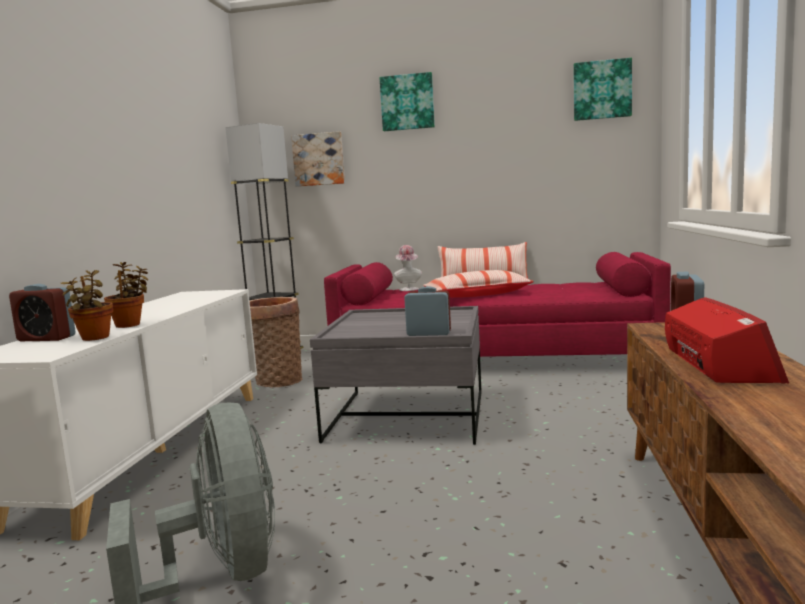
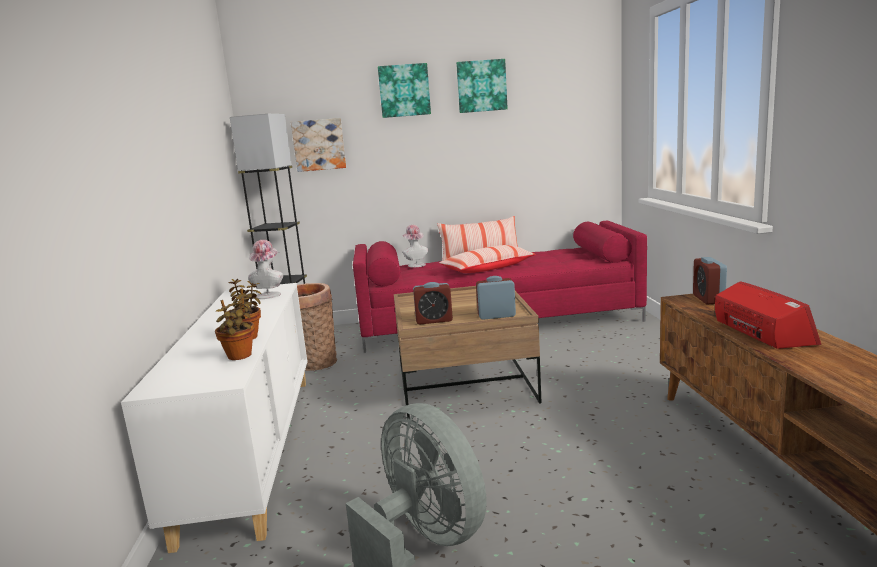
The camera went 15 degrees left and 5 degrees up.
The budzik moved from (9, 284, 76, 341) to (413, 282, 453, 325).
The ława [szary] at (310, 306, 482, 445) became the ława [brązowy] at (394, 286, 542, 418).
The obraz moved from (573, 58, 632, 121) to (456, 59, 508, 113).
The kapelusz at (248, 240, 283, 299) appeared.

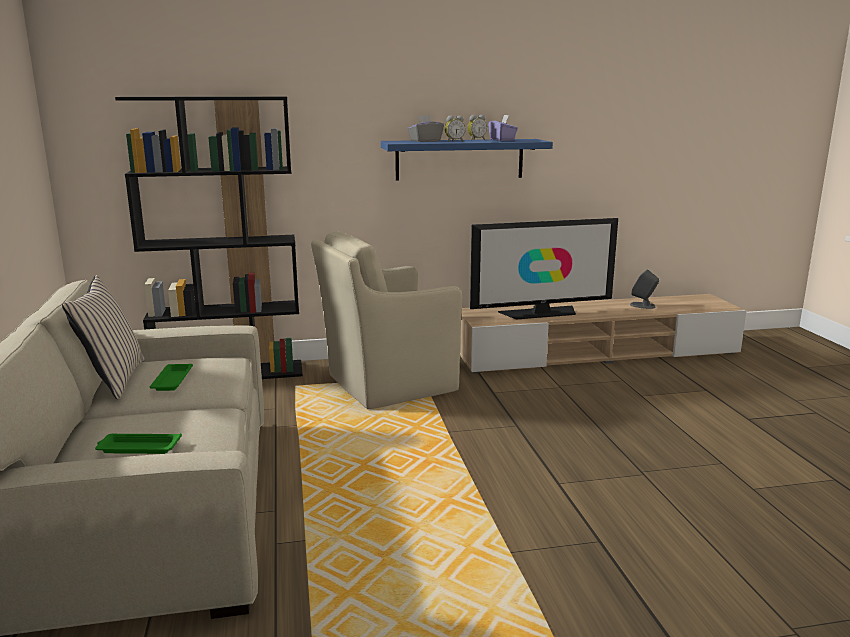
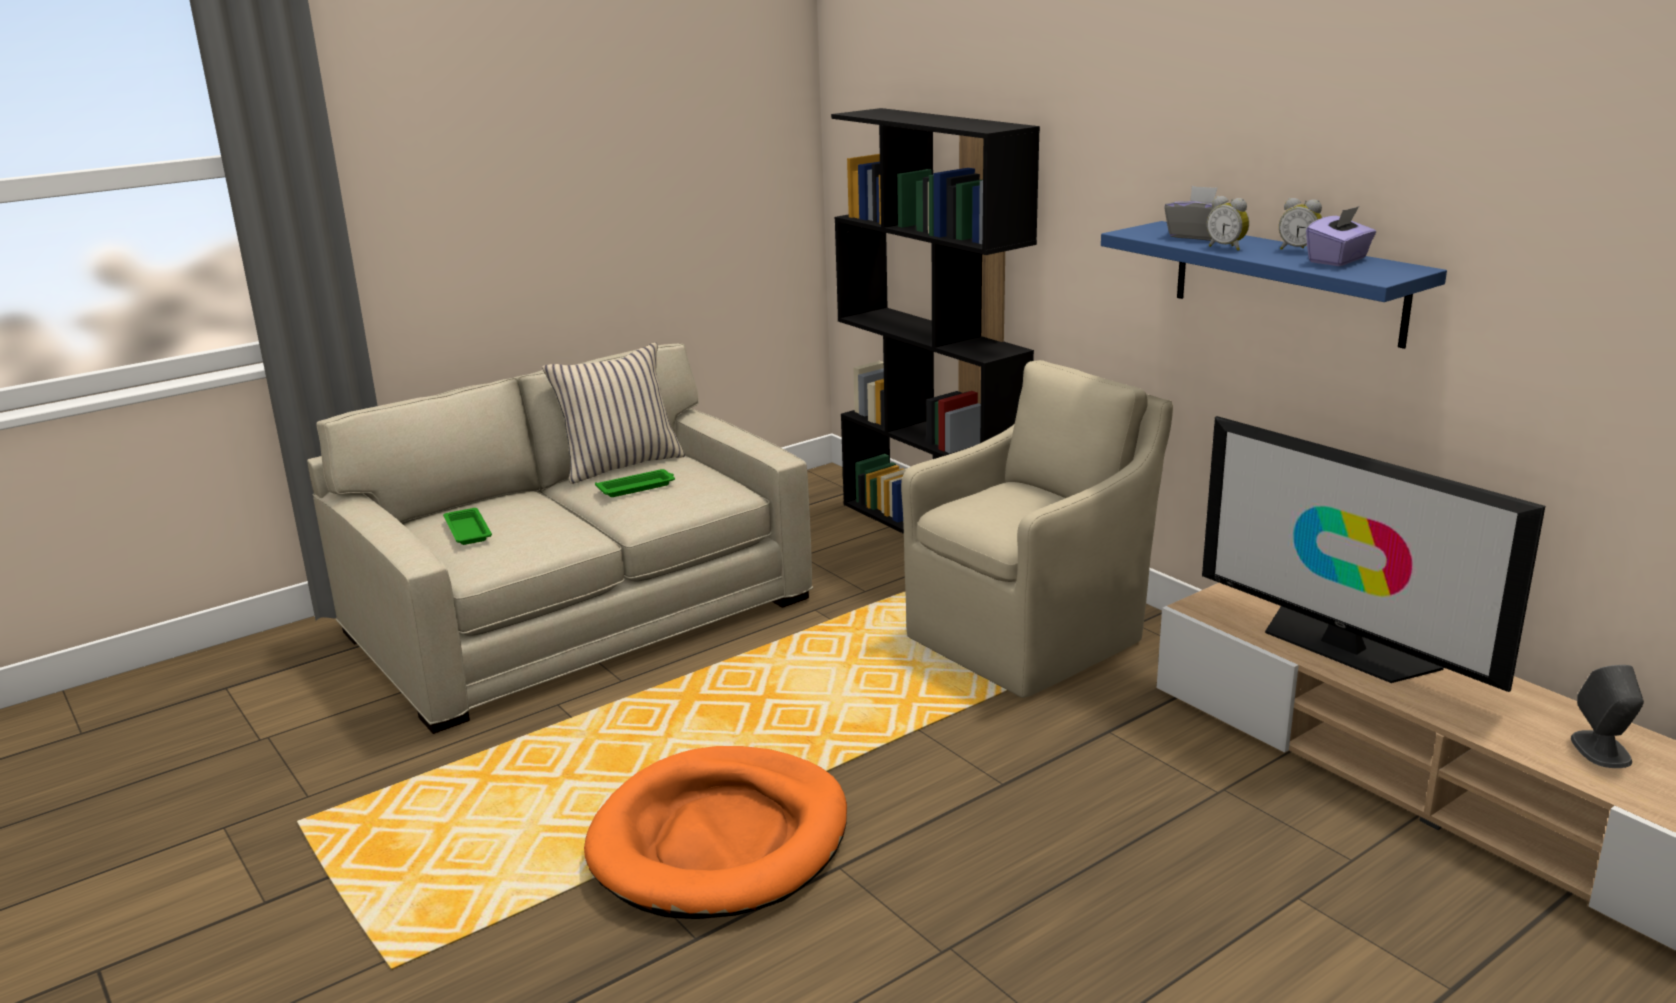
The camera went 65 degrees right and 5 degrees up.
The fotel [beżowy] at (311, 231, 462, 409) turned 105 degrees clockwise.
The legowisko [pomarańczowy] at (584, 746, 847, 919) appeared.

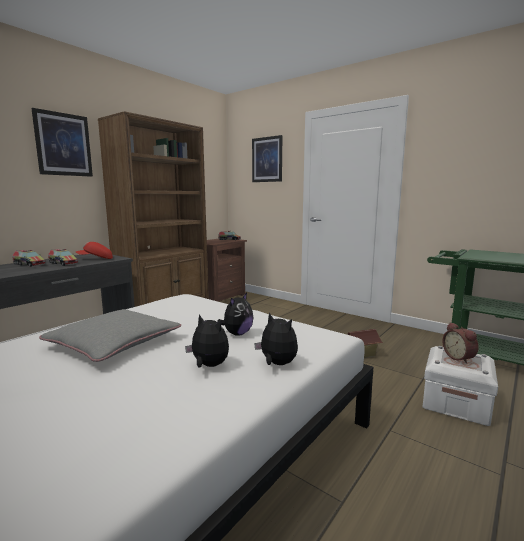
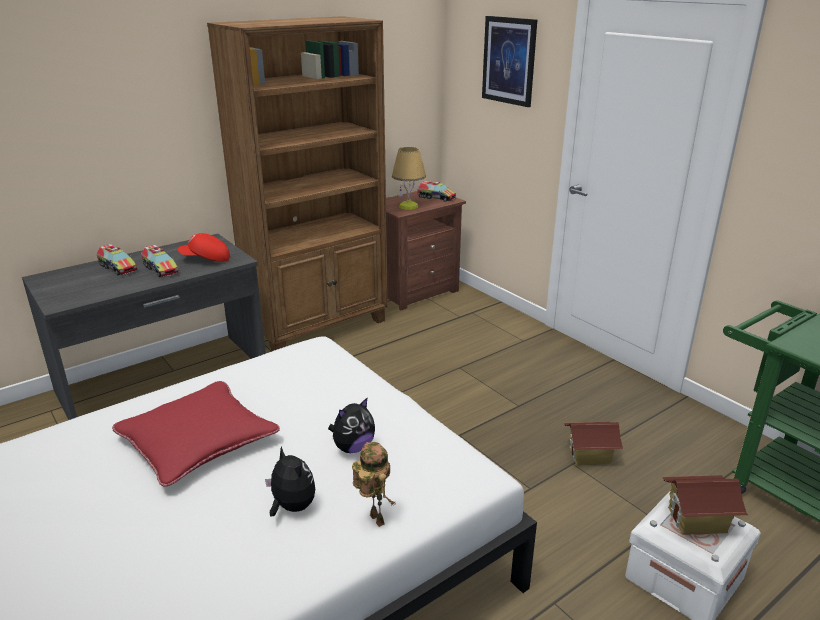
The camera went 15 degrees right and 15 degrees up.
The obraz at (31, 108, 93, 177) disappeared.
The poduszka [szary] at (39, 309, 181, 362) became the poduszka [czerwony] at (112, 381, 280, 487).
The pluszak at (254, 312, 298, 365) was replaced by the robot zabawkowy at (352, 442, 396, 527).
The budzik at (442, 322, 479, 364) was replaced by the domek at (662, 475, 748, 535).
The lampa stołowa at (392, 147, 426, 210) appeared.

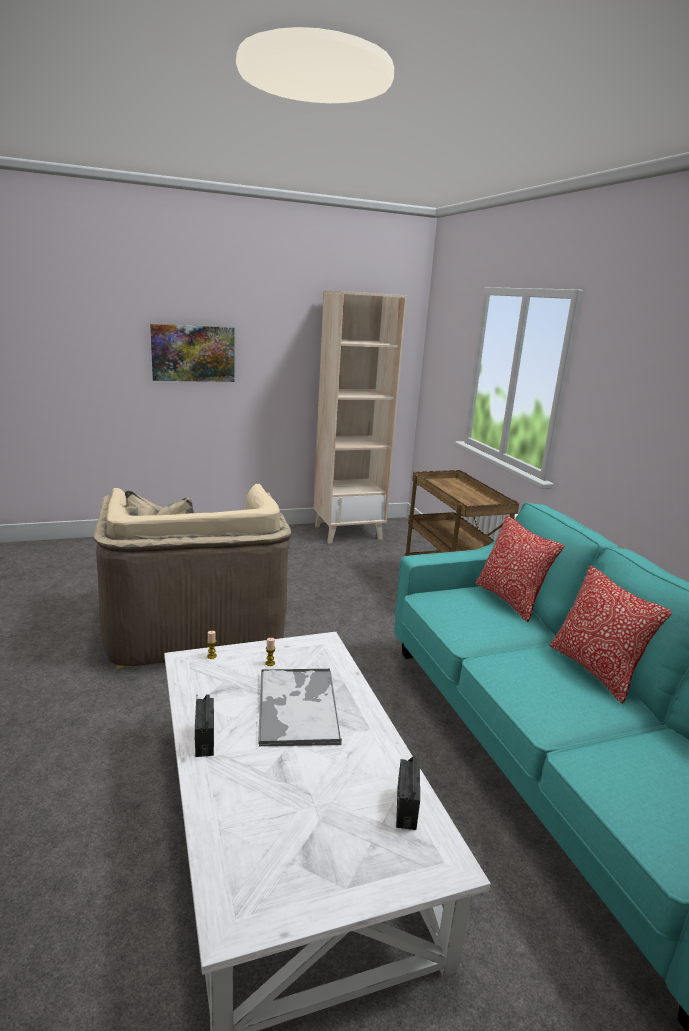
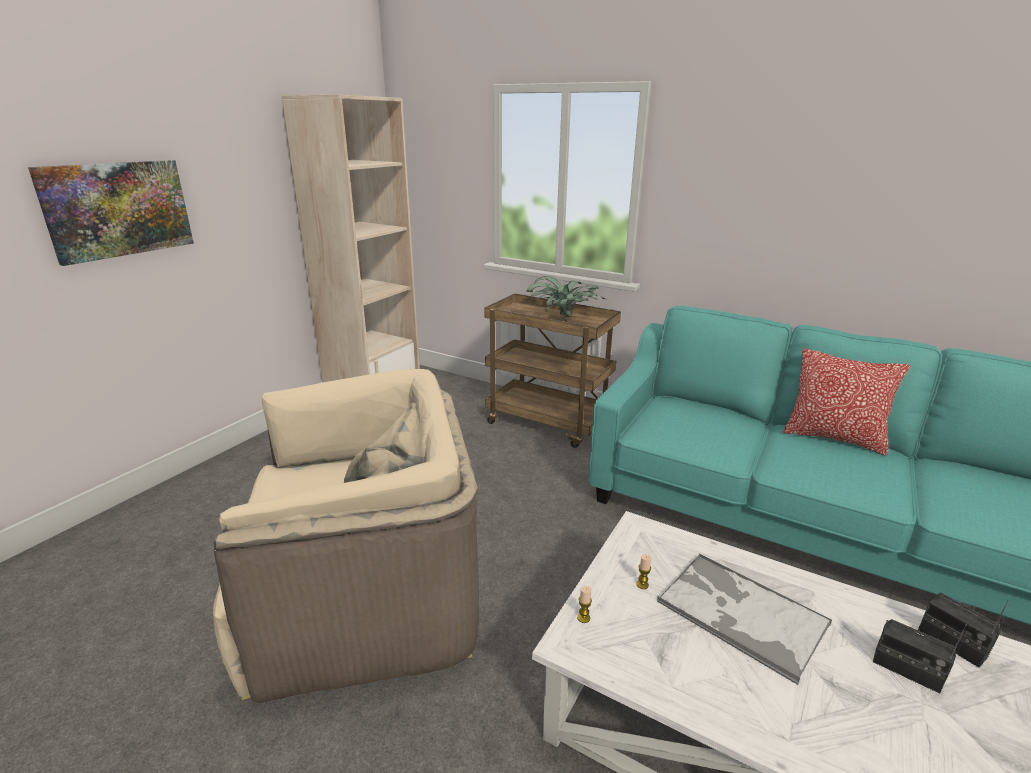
The camera went 40 degrees left and 5 degrees up.
The fotel [beżowy] at (94, 484, 291, 669) turned 45 degrees counterclockwise.
The radio moved from (194, 694, 214, 757) to (873, 619, 967, 694).
The poduszka at (475, 515, 564, 622) disappeared.
The roślina doniczkowa at (526, 276, 605, 321) appeared.

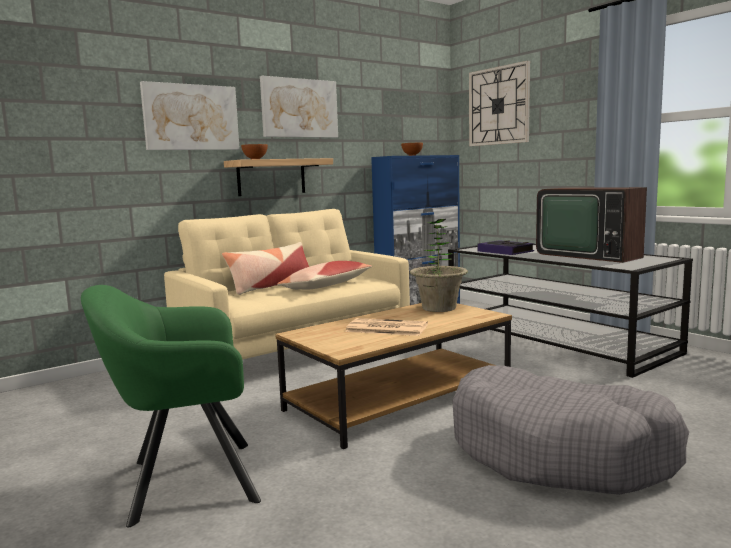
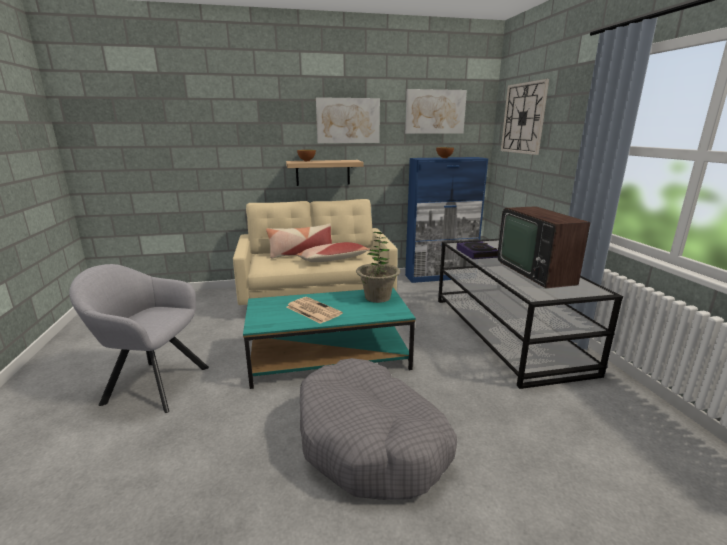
The camera went 25 degrees right and 10 degrees up.
The fotel [zielony] at (81, 285, 261, 527) became the fotel [szary] at (69, 264, 209, 413).
The obraz moved from (140, 81, 240, 150) to (405, 89, 467, 134).
The ława [brązowy] at (275, 303, 512, 449) became the ława [turkusowy] at (243, 288, 416, 389).

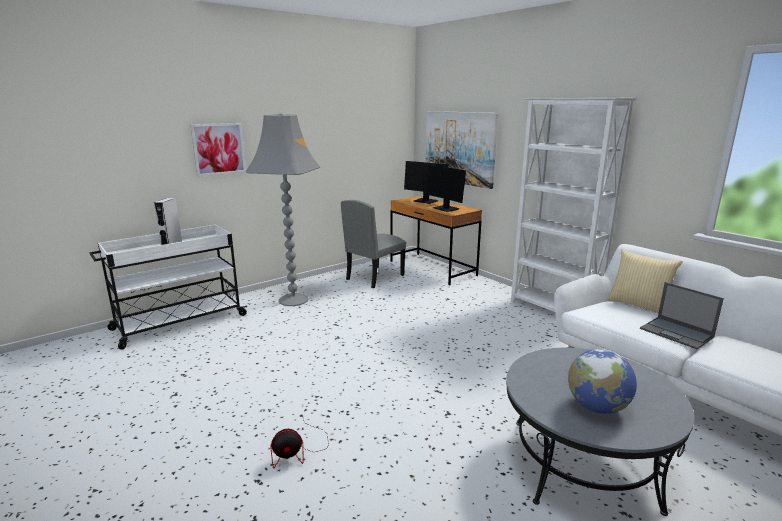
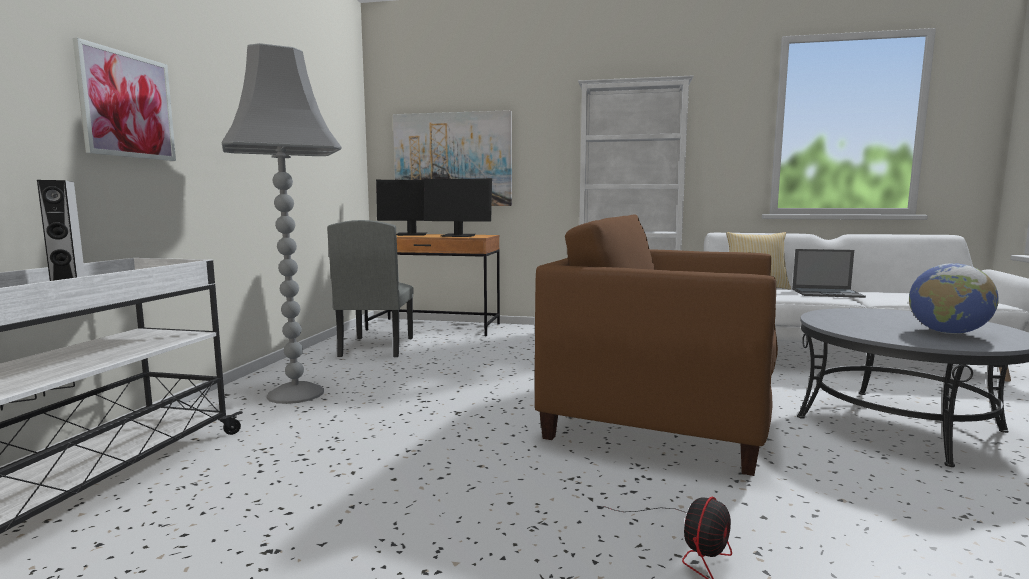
The camera went 40 degrees left and 10 degrees down.
The fotel [brązowy] at (535, 214, 778, 476) appeared.

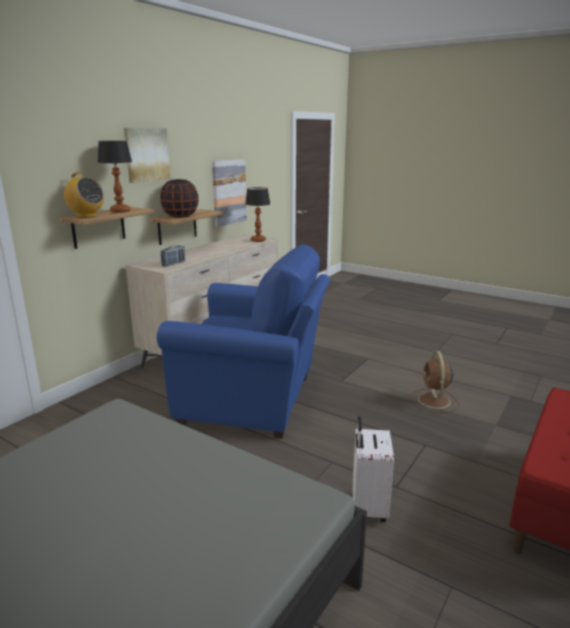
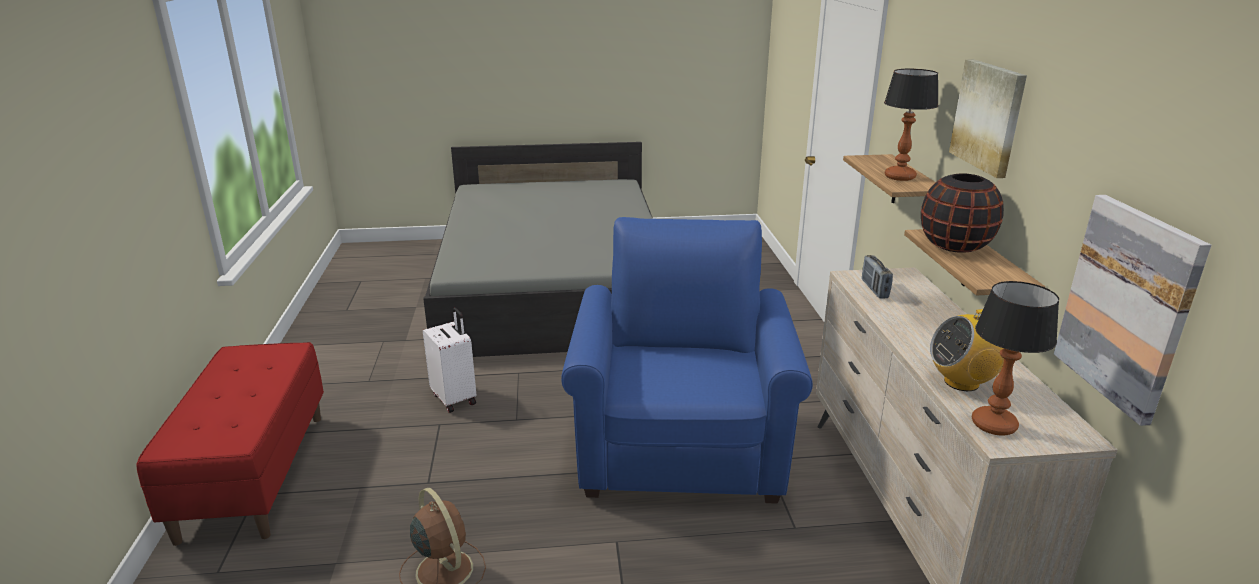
The camera went 140 degrees right and 5 degrees up.
The radio moved from (60, 172, 104, 218) to (930, 309, 1004, 391).
The fotel [niebieski] at (157, 245, 331, 439) turned 120 degrees clockwise.

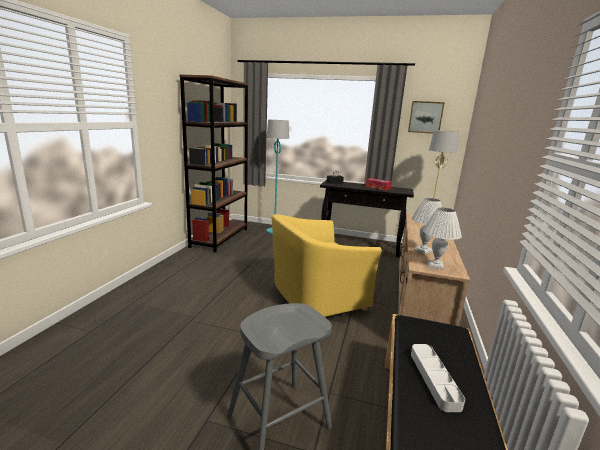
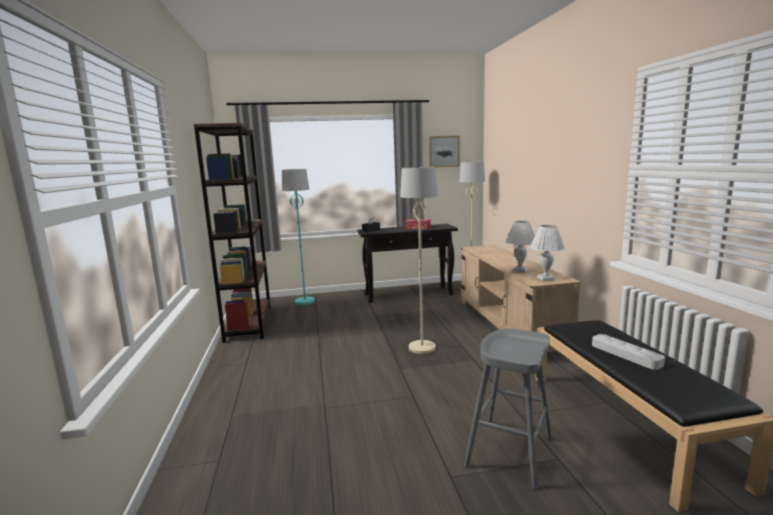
The camera went 25 degrees left and 5 degrees down.
The fotel [żółty] at (272, 214, 382, 317) was replaced by the lampa stojąca [beżowy] at (400, 167, 438, 354).

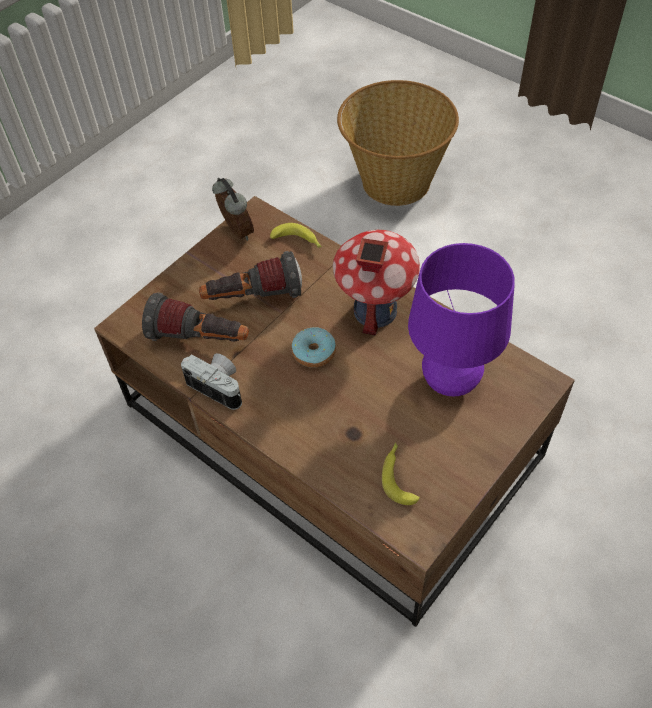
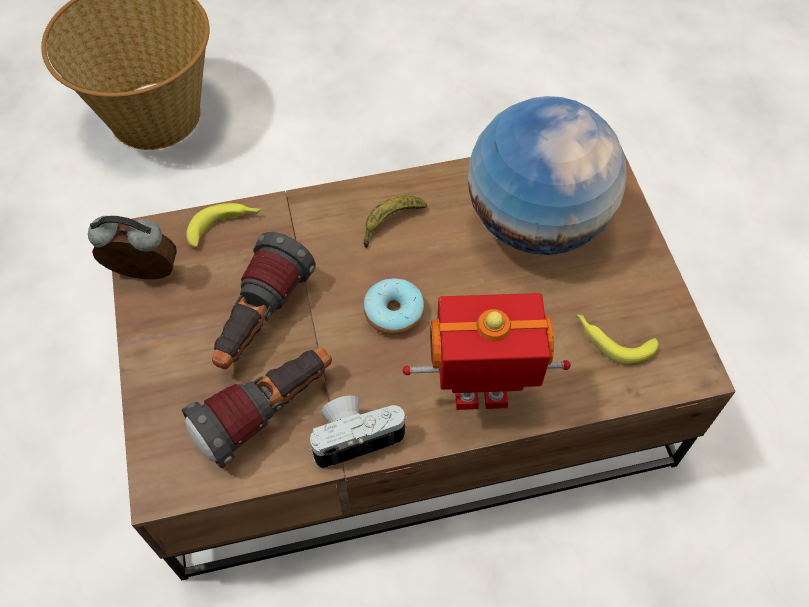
The camera went 55 degrees left and 5 degrees up.
The domek at (333, 230, 420, 336) was replaced by the banan at (363, 196, 427, 248).
The lampa stołowa [fioletowy] at (408, 243, 515, 397) was replaced by the globus at (468, 96, 626, 255).
The robot zabawkowy at (403, 293, 571, 410) appeared.

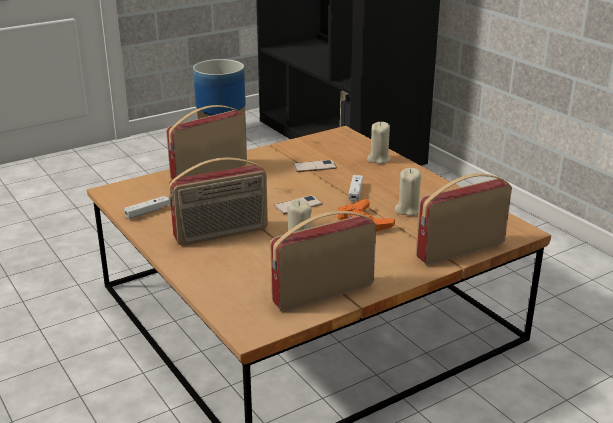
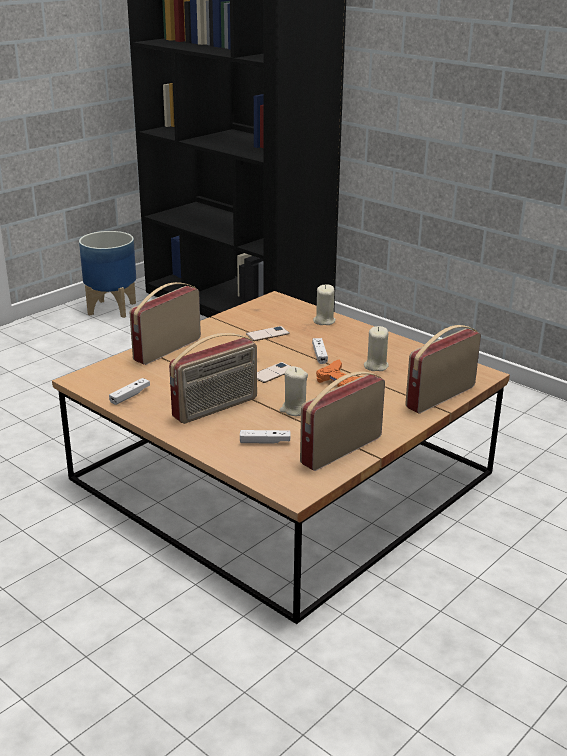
The camera went 15 degrees left and 0 degrees up.
The pad do gier [biały] at (240, 430, 290, 444) appeared.

